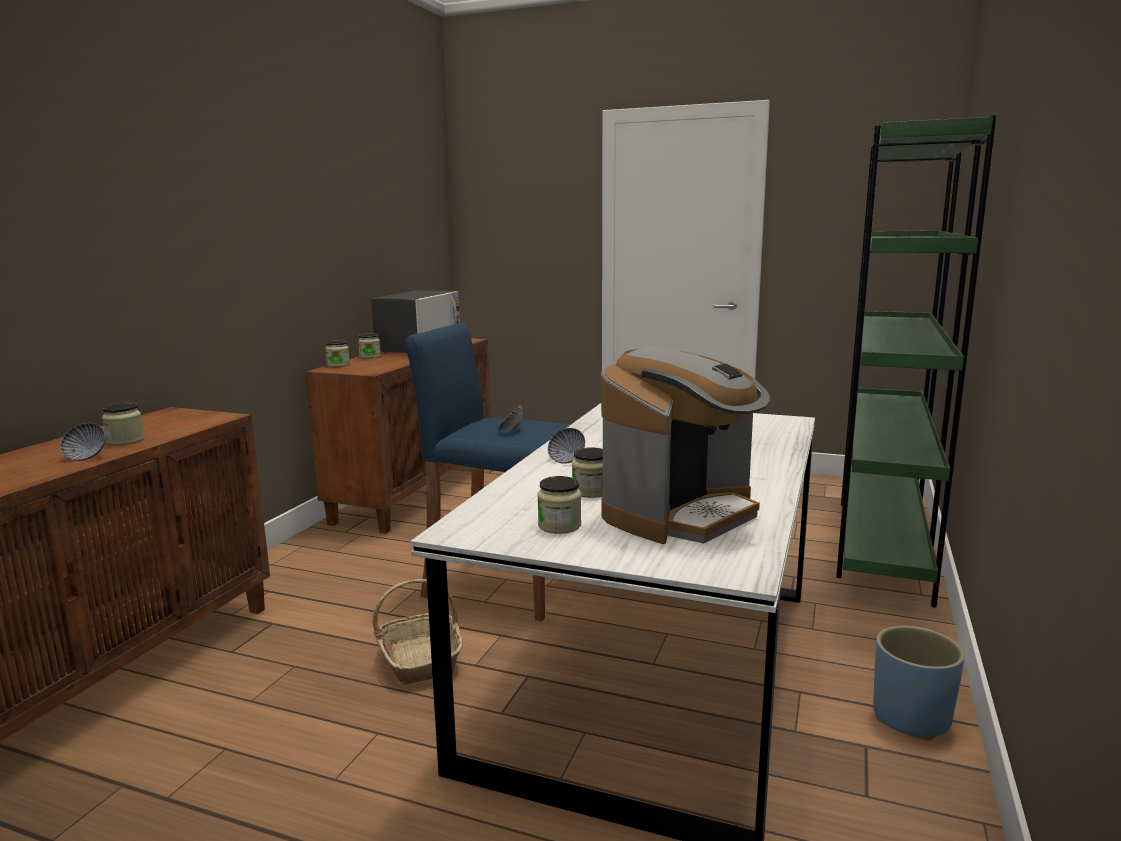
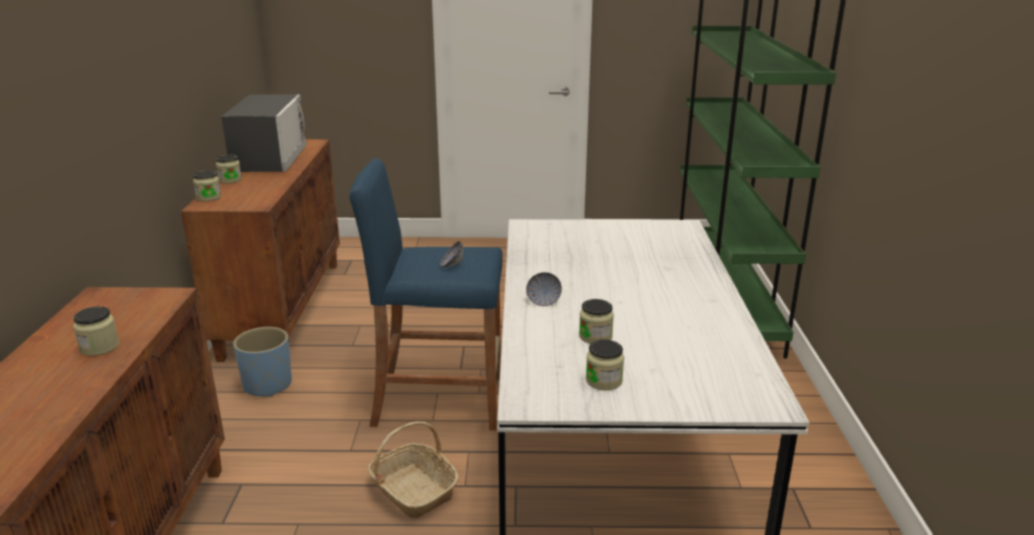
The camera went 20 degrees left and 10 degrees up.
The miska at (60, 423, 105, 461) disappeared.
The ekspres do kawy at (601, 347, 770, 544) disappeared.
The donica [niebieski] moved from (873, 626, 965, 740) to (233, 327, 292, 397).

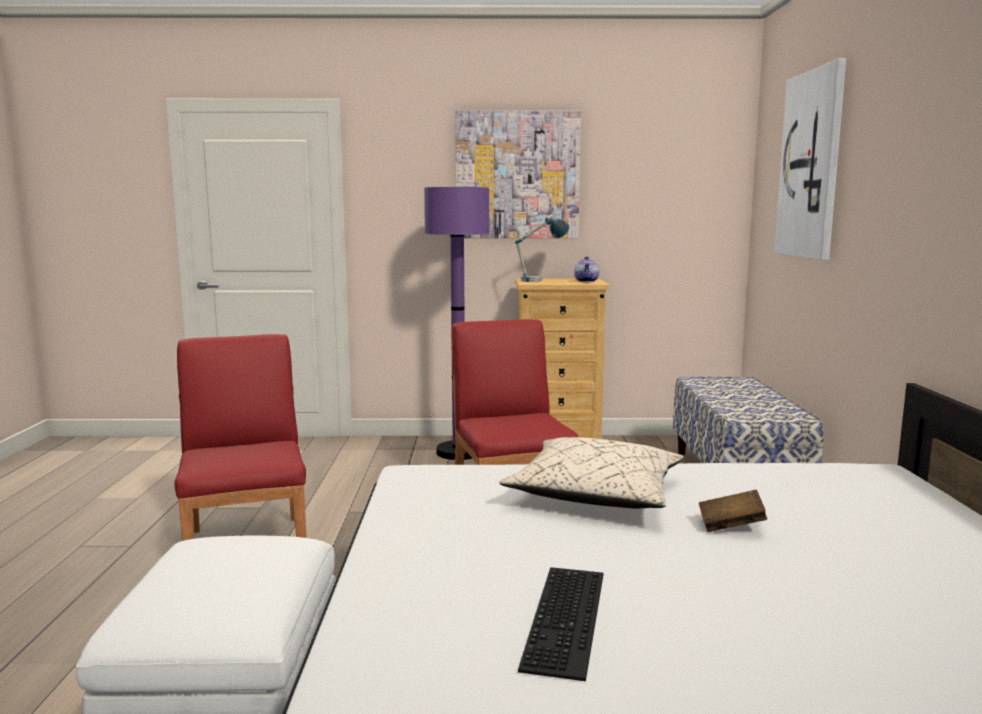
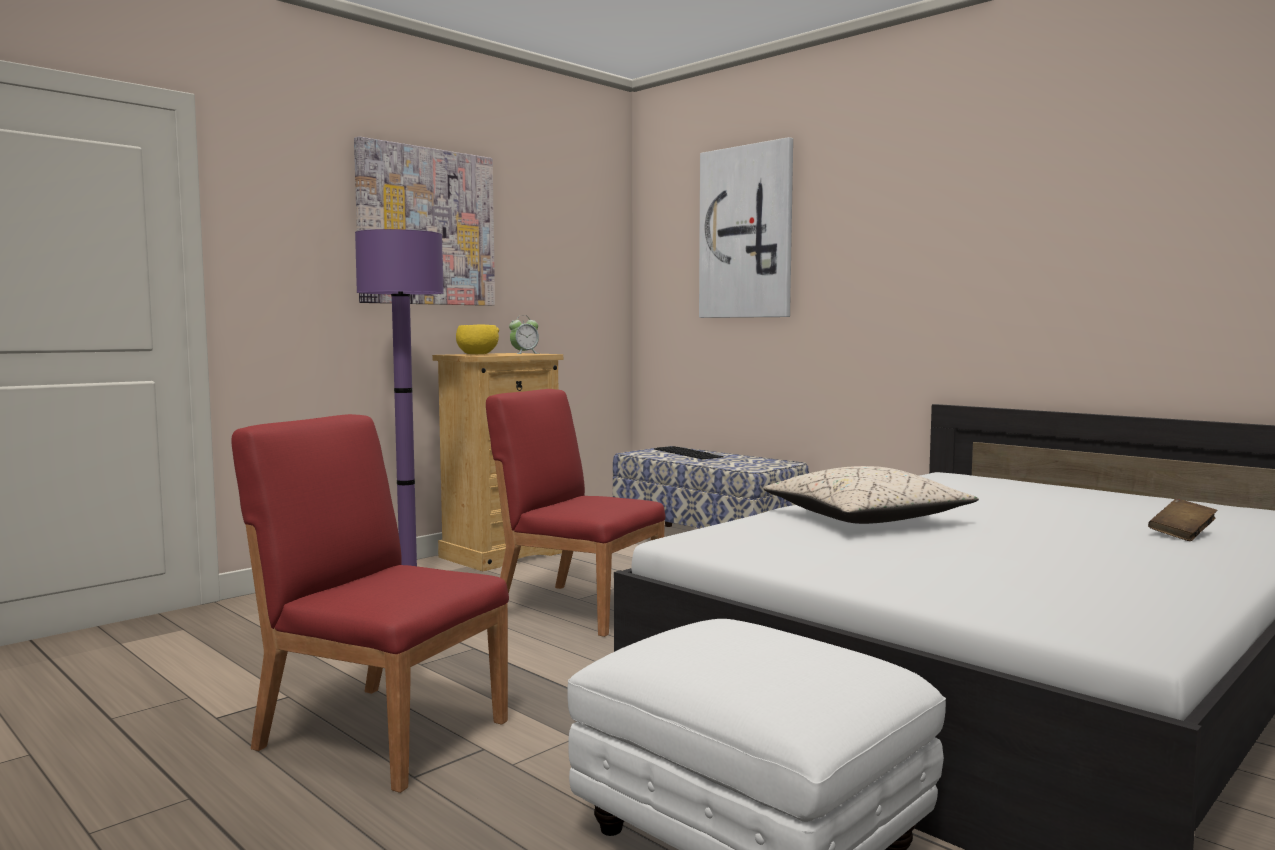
The camera went 45 degrees left and 5 degrees down.
The lampa stołowa at (515, 214, 569, 282) was replaced by the miska [żółty] at (456, 325, 499, 354).
The klawiatura moved from (518, 567, 604, 681) to (654, 446, 723, 459).
The imbryk at (574, 256, 599, 282) was replaced by the budzik at (509, 315, 540, 354).
The książka [brązowy] moved from (699, 490, 768, 532) to (1148, 498, 1218, 541).

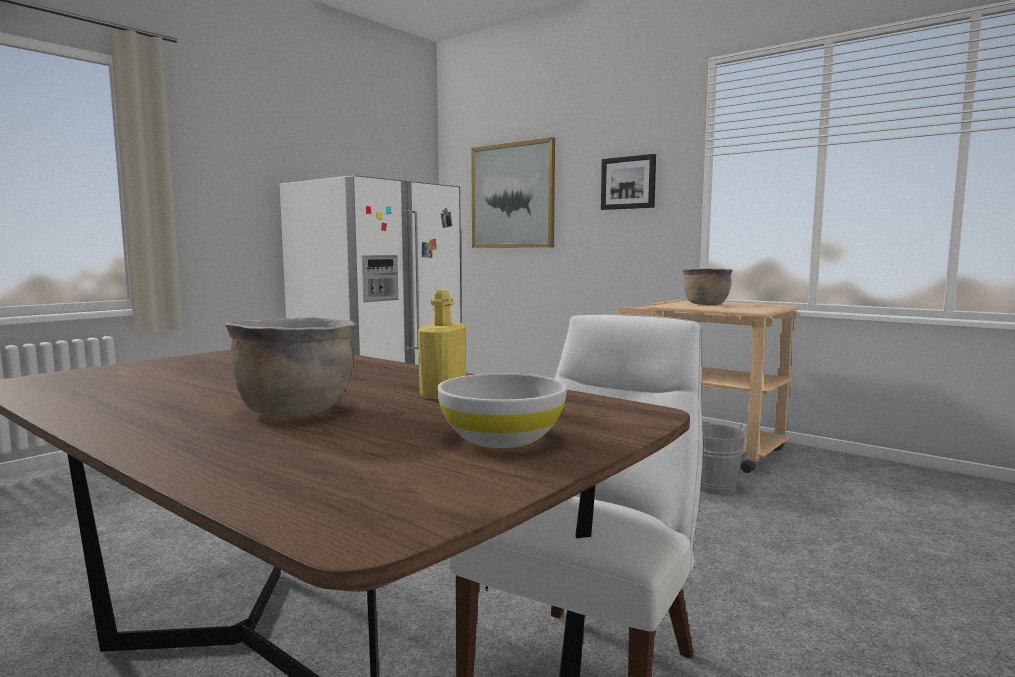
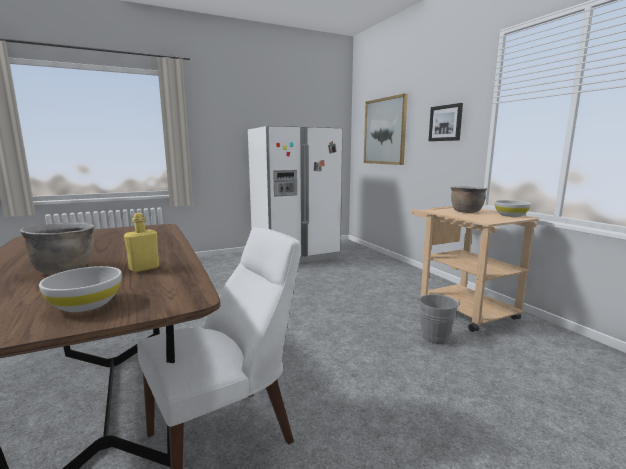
The camera went 25 degrees right and 5 degrees up.
The miska [biały] at (495, 200, 531, 217) appeared.

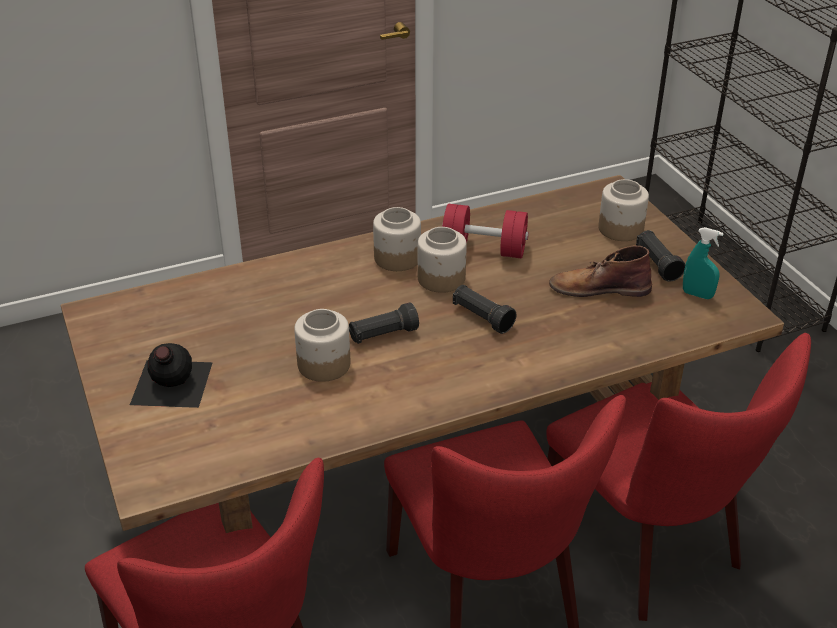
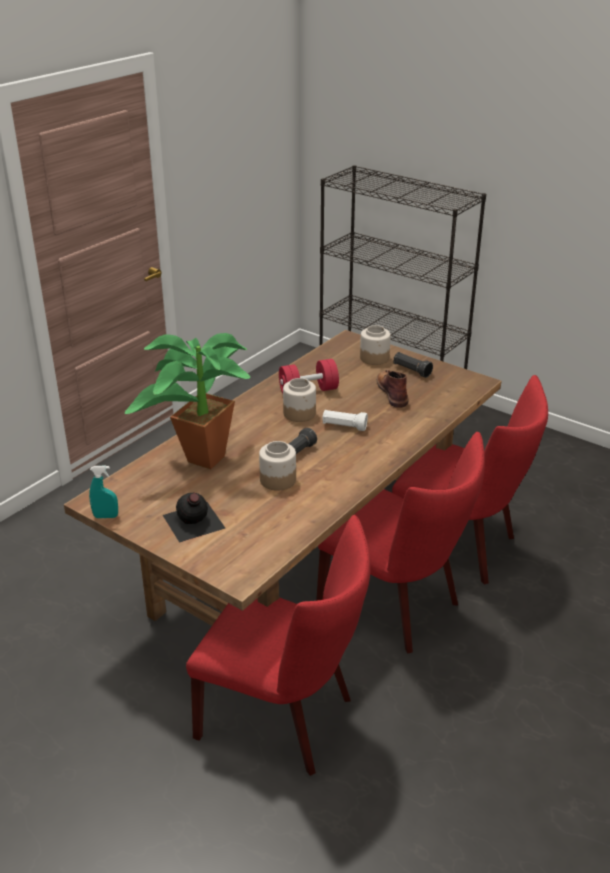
The camera went 30 degrees left and 5 degrees down.
The słoik at (373, 207, 421, 271) disappeared.
The latarka [czarny] at (453, 285, 516, 334) became the latarka [biały] at (322, 410, 368, 431).
The but z cholewką [brązowy] at (549, 246, 652, 297) turned 105 degrees clockwise.
The spryskiwacz [turkusowy] moved from (683, 227, 724, 299) to (89, 466, 118, 518).
The roślina doniczkowa at (124, 333, 250, 469) appeared.

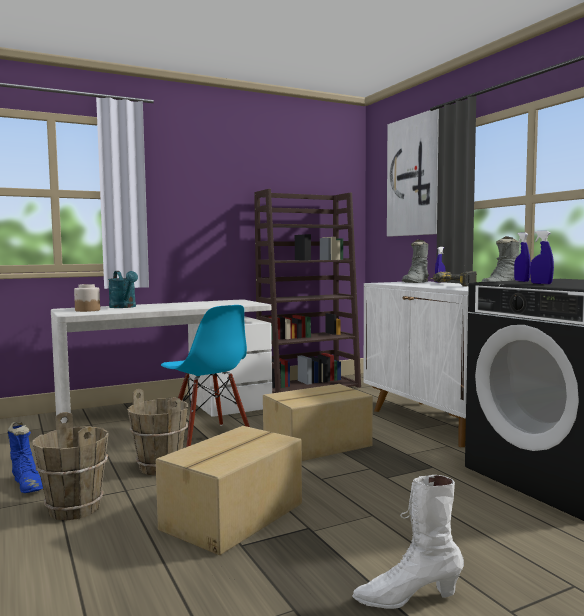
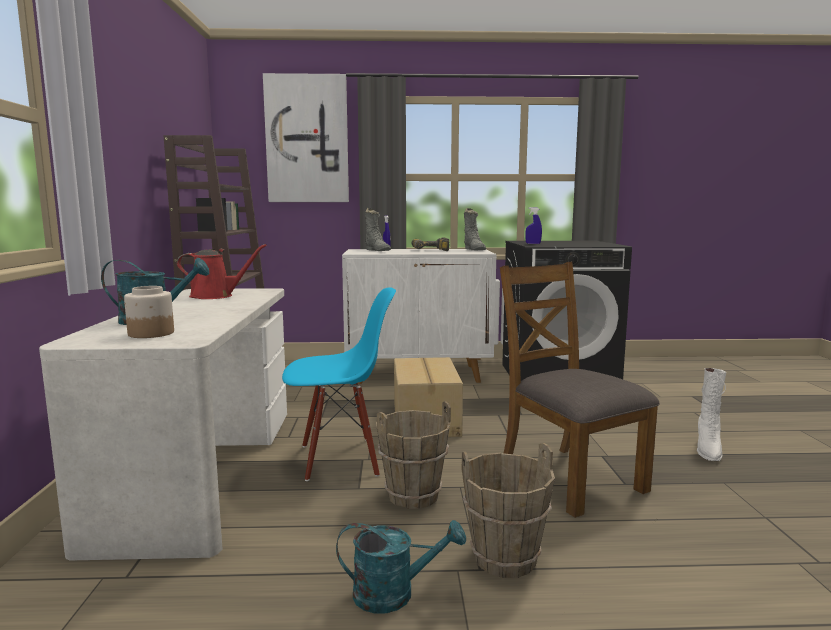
The camera went 65 degrees left and 5 degrees up.
The but z cholewką [niebieski] at (7, 422, 43, 493) was replaced by the konewka [turkusowy] at (336, 520, 466, 614).
The karton at (156, 426, 302, 555) was replaced by the krzesło [brązowy] at (500, 262, 660, 518).
The spryskiwacz [niebieski] at (530, 231, 554, 284) disappeared.
The konewka [czerwony] at (177, 244, 267, 299) appeared.

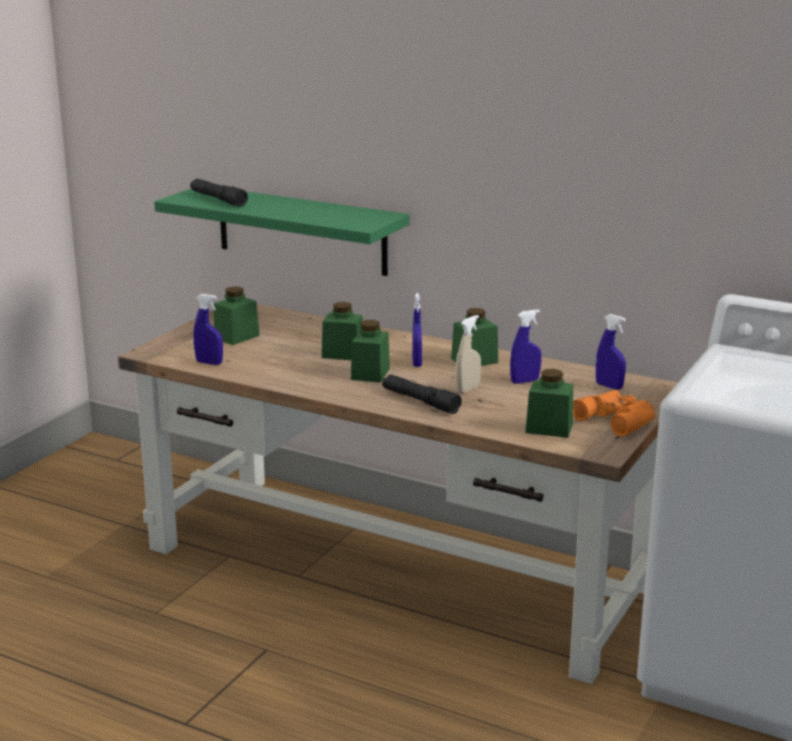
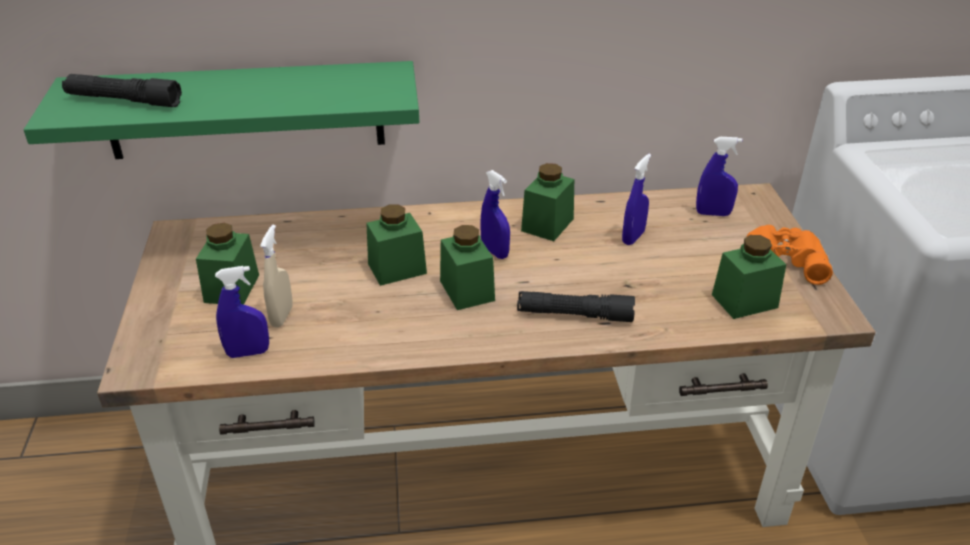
The camera went 35 degrees left and 15 degrees up.
The spryskiwacz [beżowy] moved from (455, 315, 481, 393) to (260, 225, 293, 327).

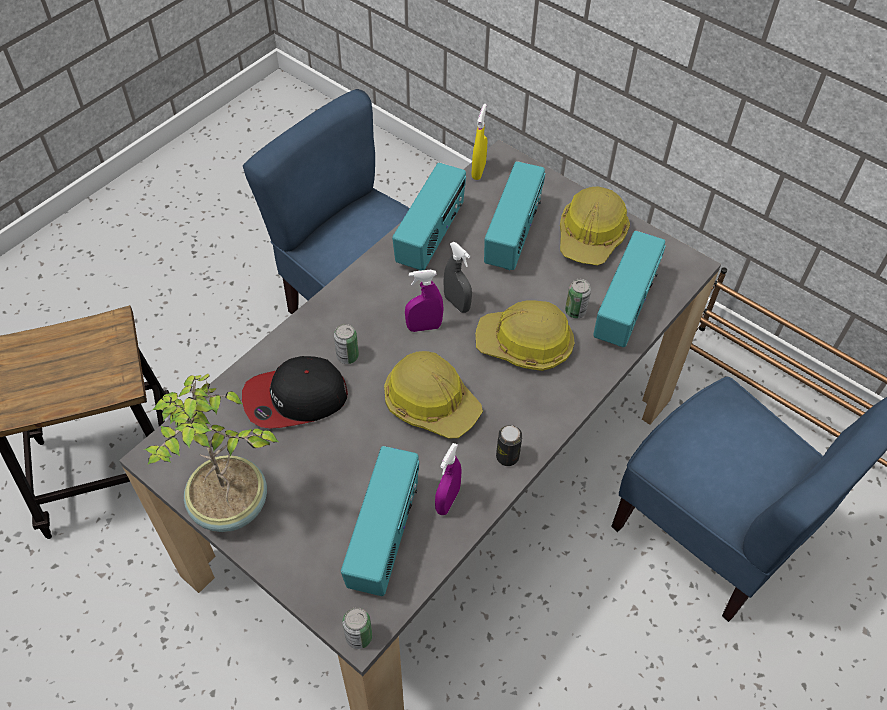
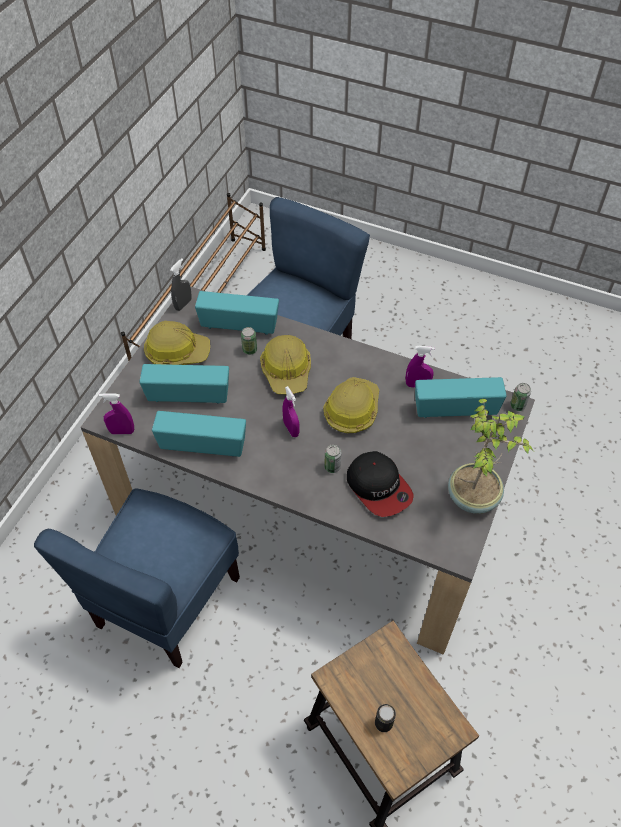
The camera went 105 degrees left and 0 degrees up.
The spryskiwacz [szary] moved from (443, 242, 472, 313) to (170, 258, 192, 311).
The spryskiwacz [żółty] at (472, 104, 487, 180) became the spryskiwacz [fioletowy] at (99, 393, 134, 435).
The puszka moved from (496, 425, 522, 466) to (375, 704, 396, 732).

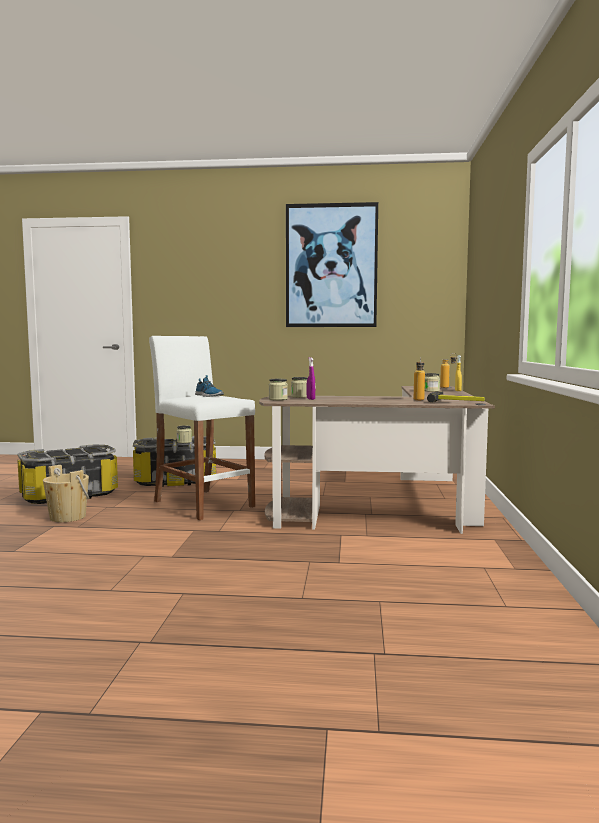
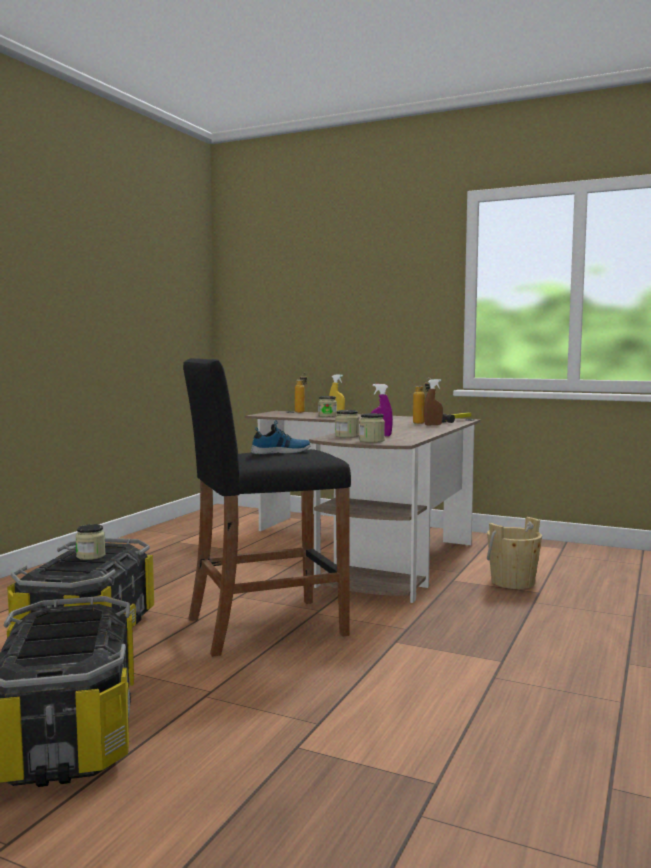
The camera went 70 degrees left and 0 degrees up.
The wiadro [beżowy] moved from (43, 465, 89, 522) to (487, 517, 542, 589).
The stołek [biały] at (149, 336, 255, 520) became the stołek [czarny] at (183, 358, 351, 657).
The obraz at (286, 202, 378, 327) disappeared.
The spryskiwacz [brązowy] at (424, 379, 443, 425) appeared.

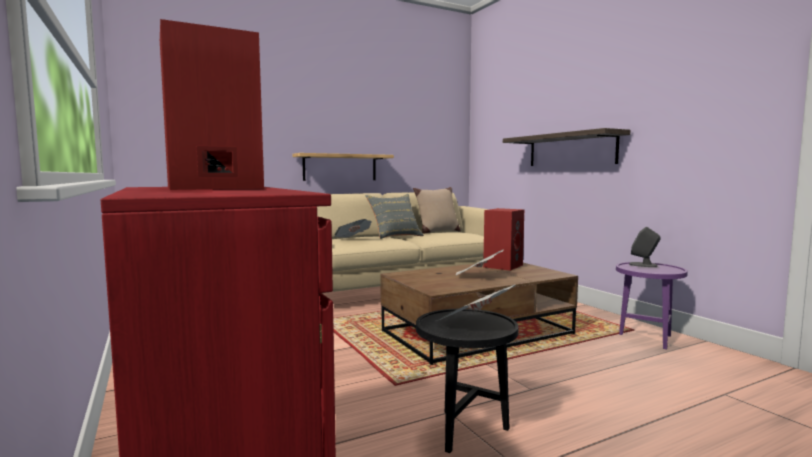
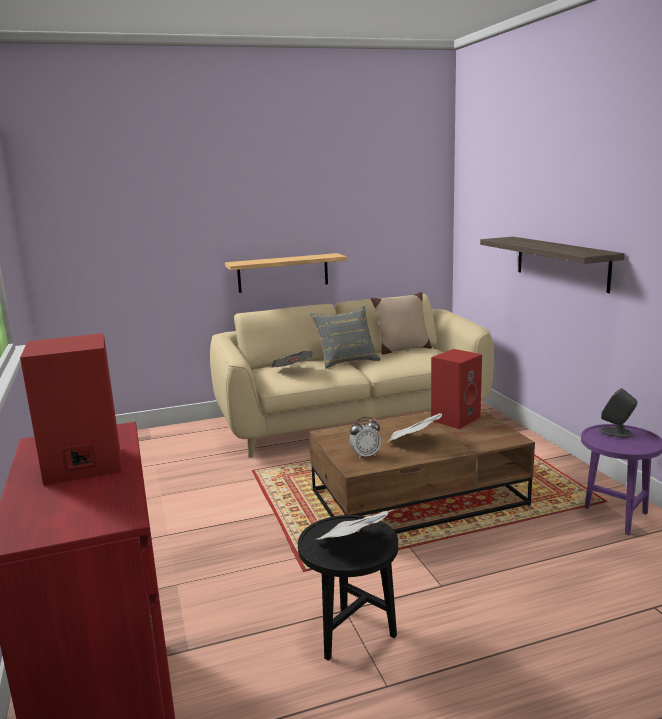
The camera went 10 degrees right and 10 degrees up.
The budzik at (349, 417, 381, 459) appeared.

